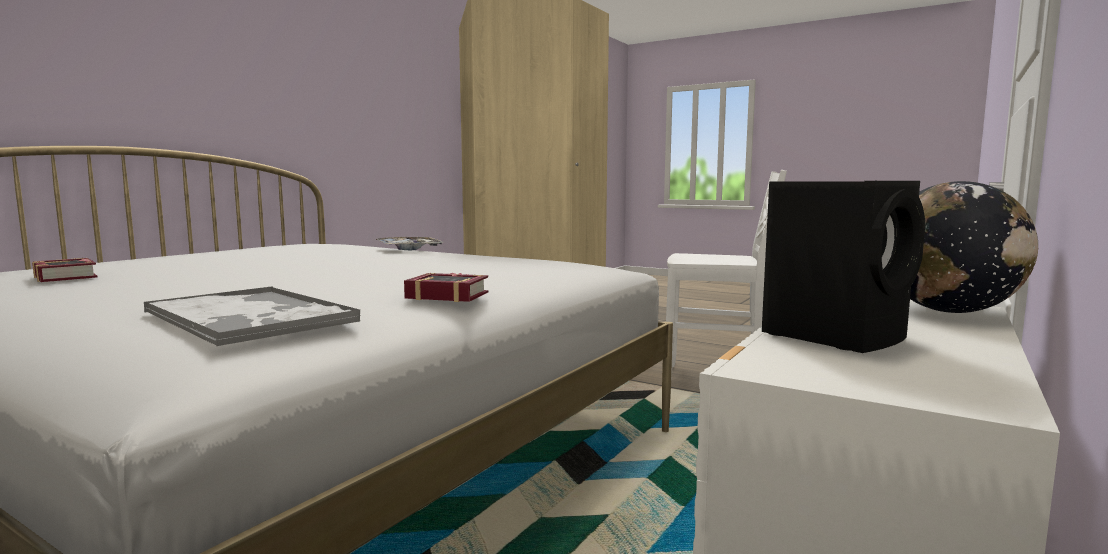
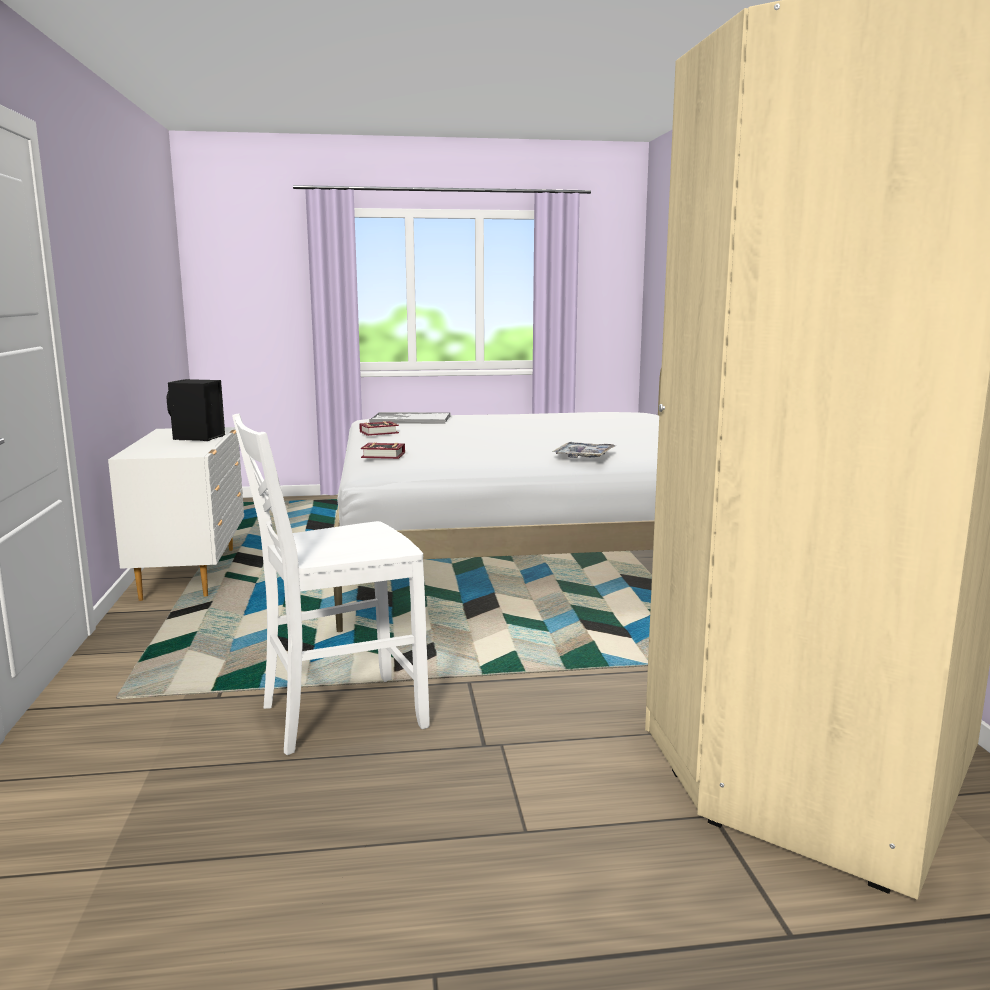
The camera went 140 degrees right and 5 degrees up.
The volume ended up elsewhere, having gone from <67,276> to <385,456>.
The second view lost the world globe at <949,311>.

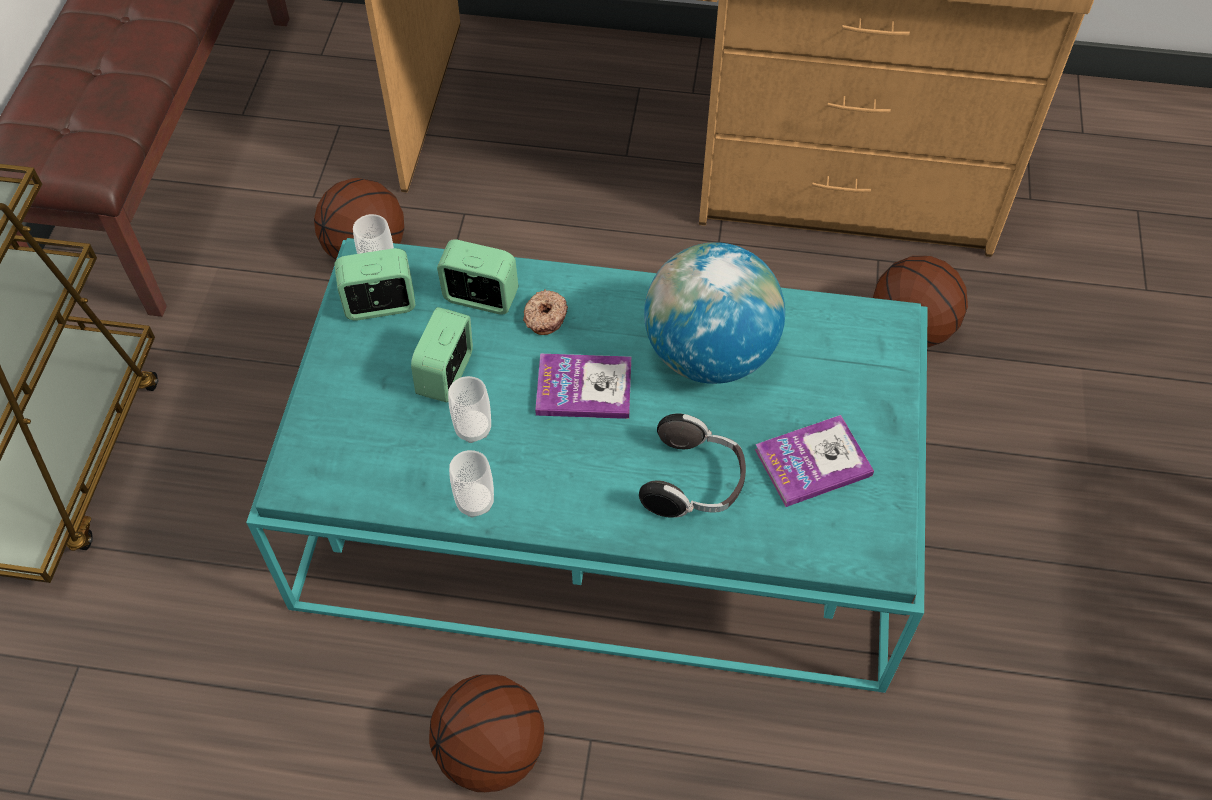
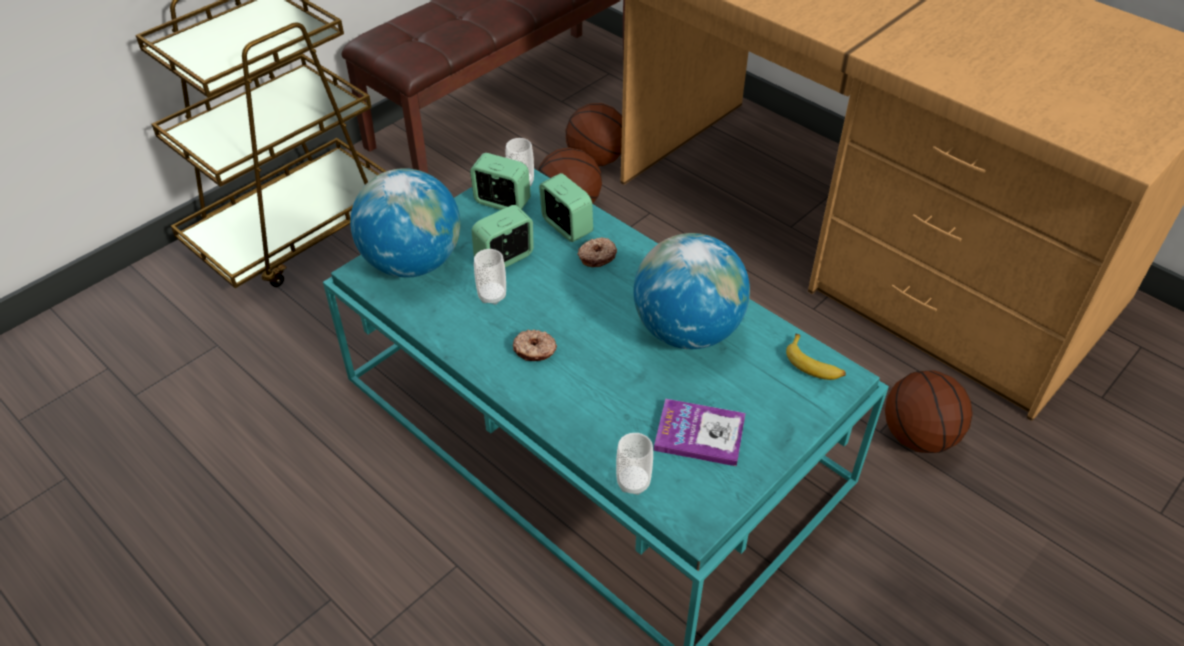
The camera went 35 degrees right and 10 degrees down.
The ball for basketball ended up elsewhere, having gone from <492,750> to <597,159>.
The drinking cup ended up elsewhere, having gone from <475,502> to <633,482>.
The second view lost the volume at <584,388>.
The second view lost the pair of headphones at <694,483>.
The second view gained the world globe at <412,263>.
The second view gained the doughnut at <534,350>.
The second view gained the banana at <814,364>.

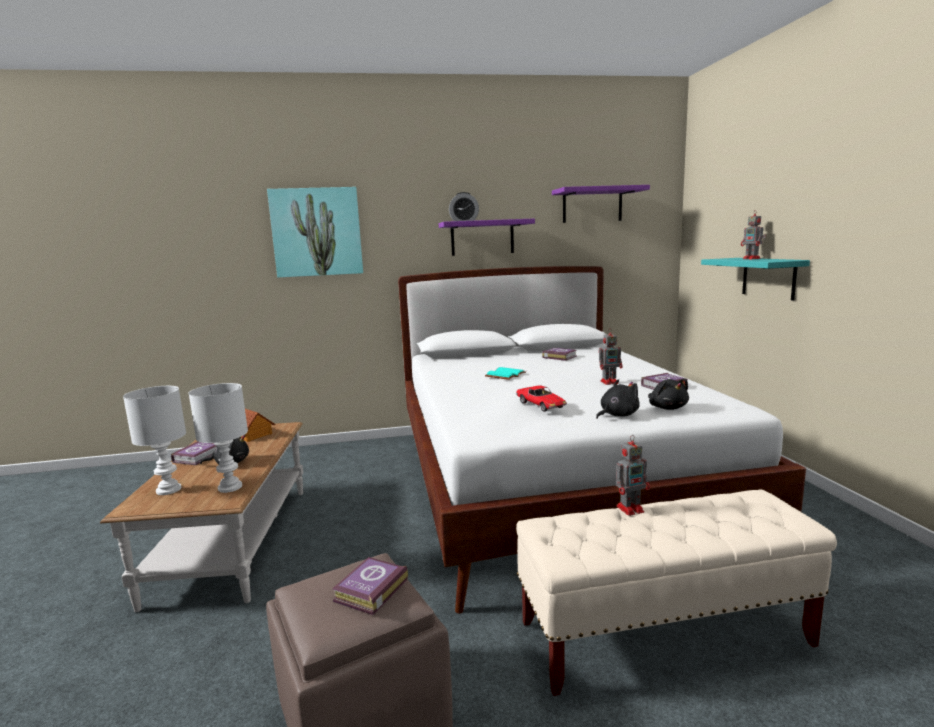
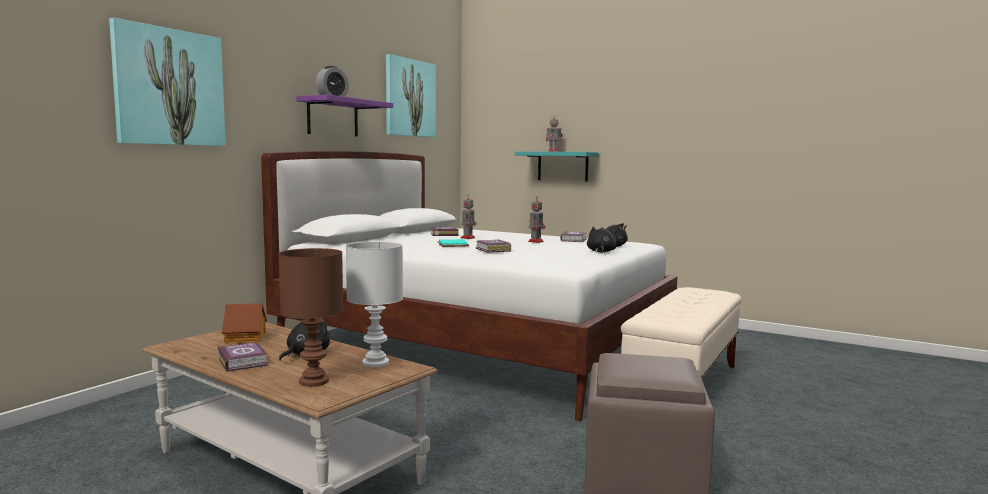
The camera went 50 degrees left and 5 degrees down.
What was the white tabletop lamp at <170,490> turned into the brown-coloured tabletop lamp at <314,381>.
The volume ended up elsewhere, having gone from <369,591> to <492,250>.
The second view lost the model car at <541,405>.
Where the purple-coloured shelf hung at <592,205>, the wall picture came to hang at <410,98>.
The robot figure ended up elsewhere, having gone from <631,508> to <468,238>.

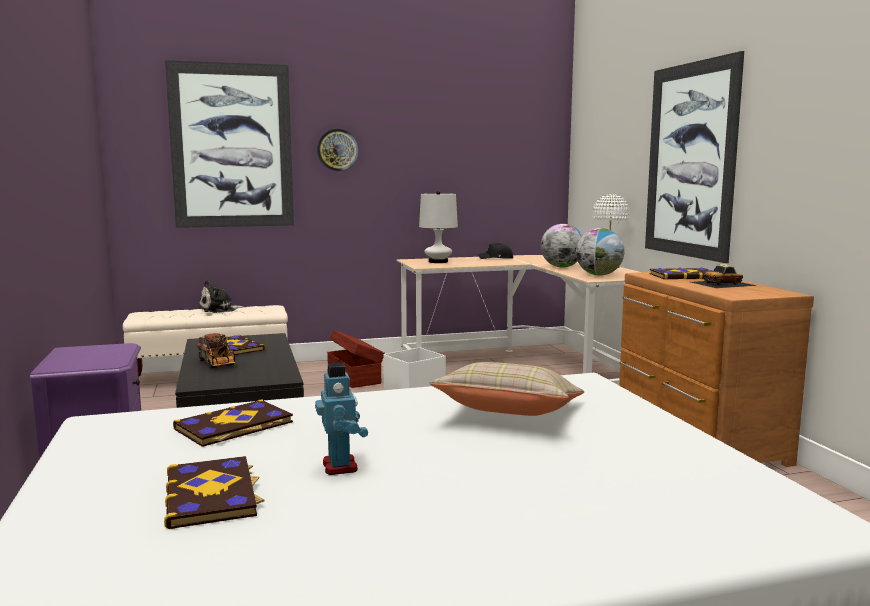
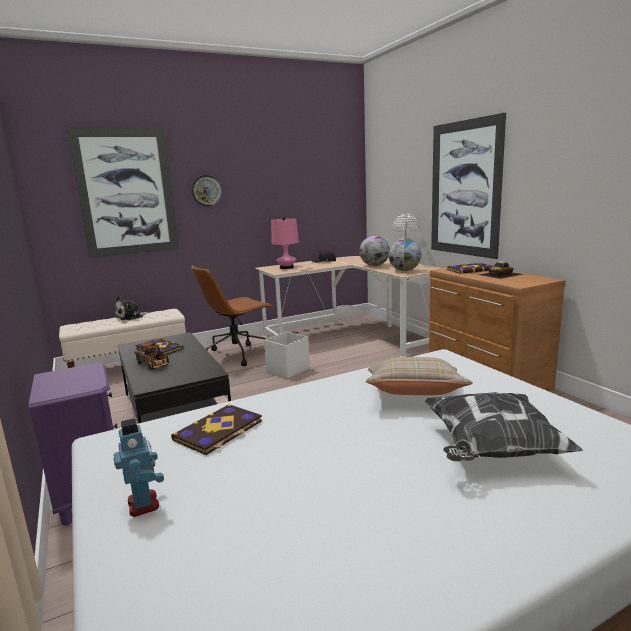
The camera went 10 degrees left and 5 degrees up.
The second view lost the volume at <212,494>.
The robot figure ended up elsewhere, having gone from <341,466> to <144,504>.
Where the brown-coloured storage container stood at <354,377>, the brown-coloured computer chair came to stand at <237,355>.
What was the white tabletop lamp at <438,262> turned into the pinkish tabletop lamp at <286,267>.
The second view gained the pillow at <491,450>.

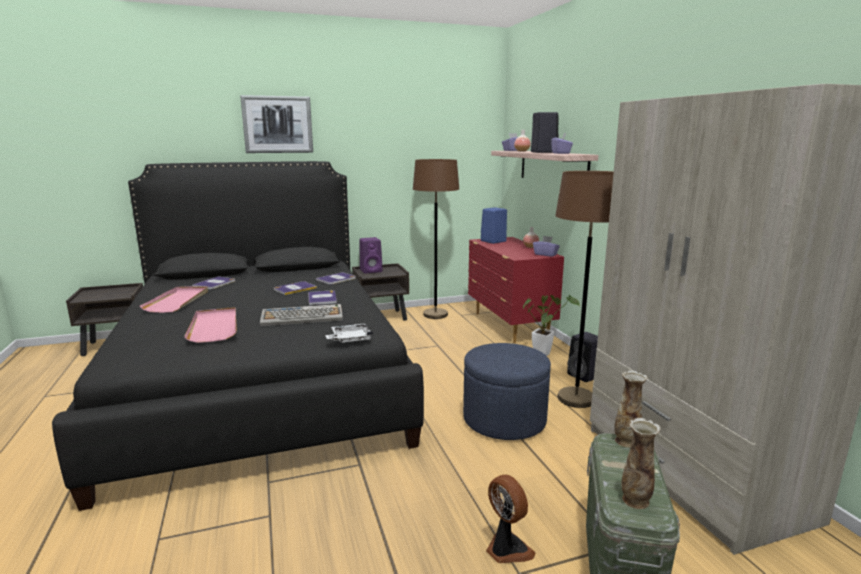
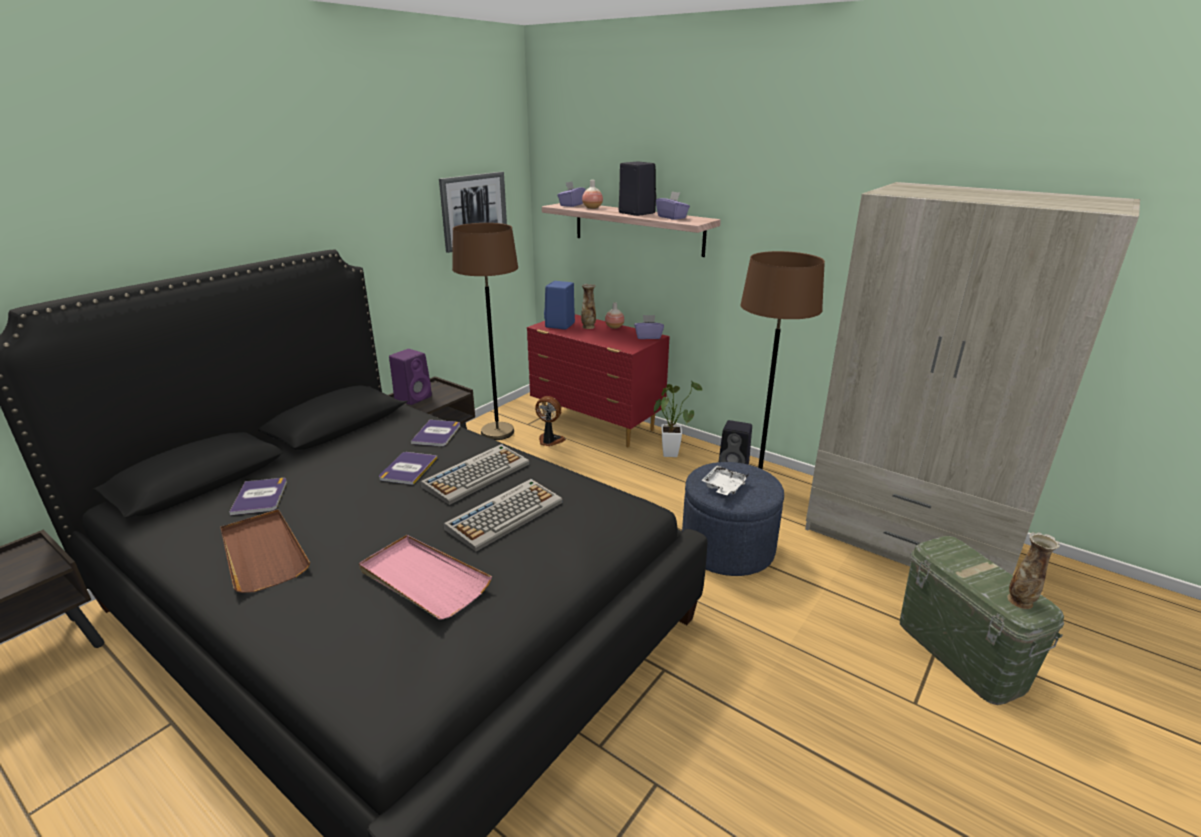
The camera went 35 degrees left and 10 degrees up.
What was the pinkish tray at <178,301> turned into the brown-coloured tray at <263,553>.
The wall picture ended up elsewhere, having gone from <277,124> to <474,211>.
Where the volume stood at <322,298>, the keyboard came to stand at <477,474>.
The white tray ended up elsewhere, having gone from <350,339> to <723,487>.
The electric fan ended up elsewhere, having gone from <506,549> to <549,441>.
The decorative vase ended up elsewhere, having gone from <626,441> to <588,327>.

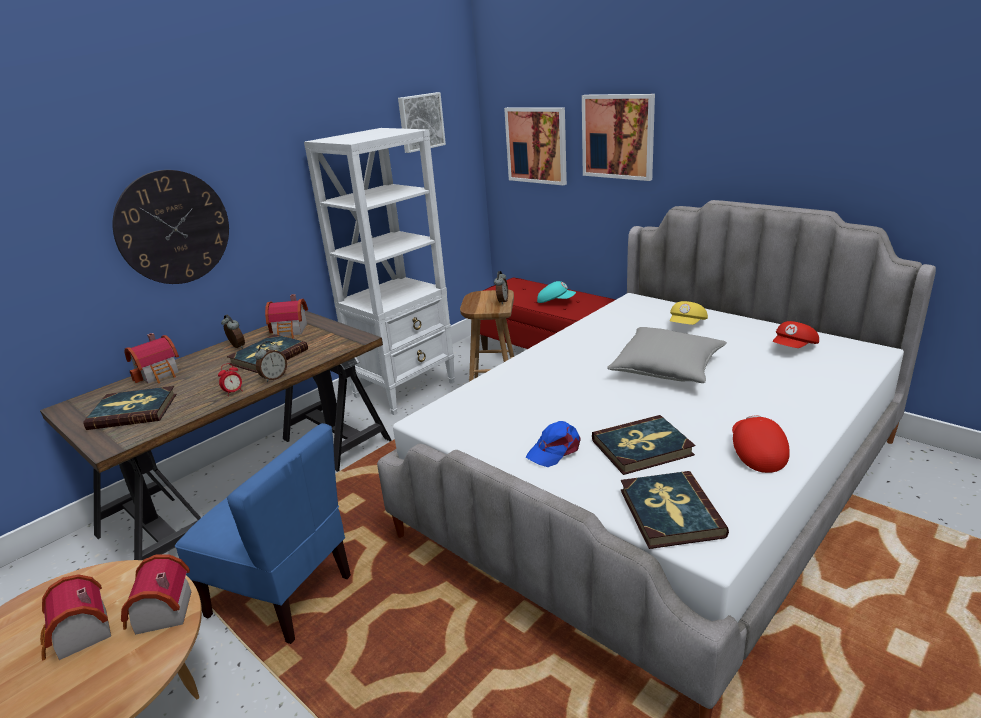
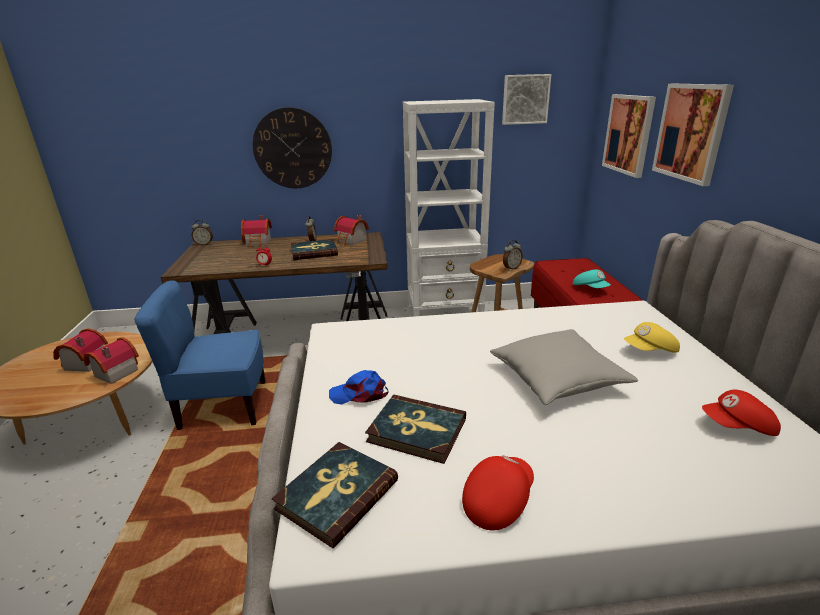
The camera went 40 degrees right and 0 degrees up.
The second view lost the volume at <133,411>.
The blue-coloured upright chair at <282,594> ended up facing another way, 105 degrees clockwise from before.
The table clock ended up elsewhere, having gone from <274,378> to <204,244>.

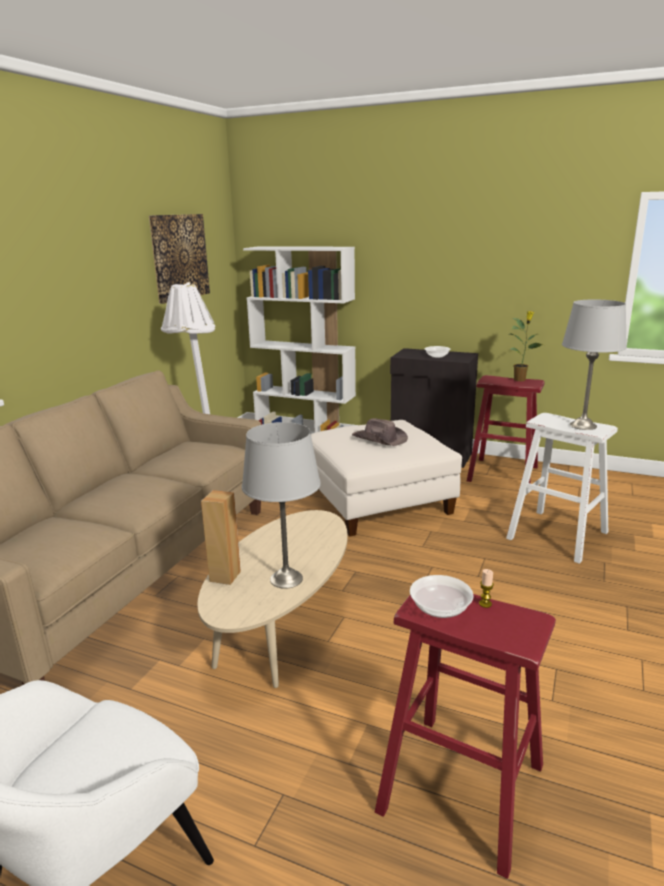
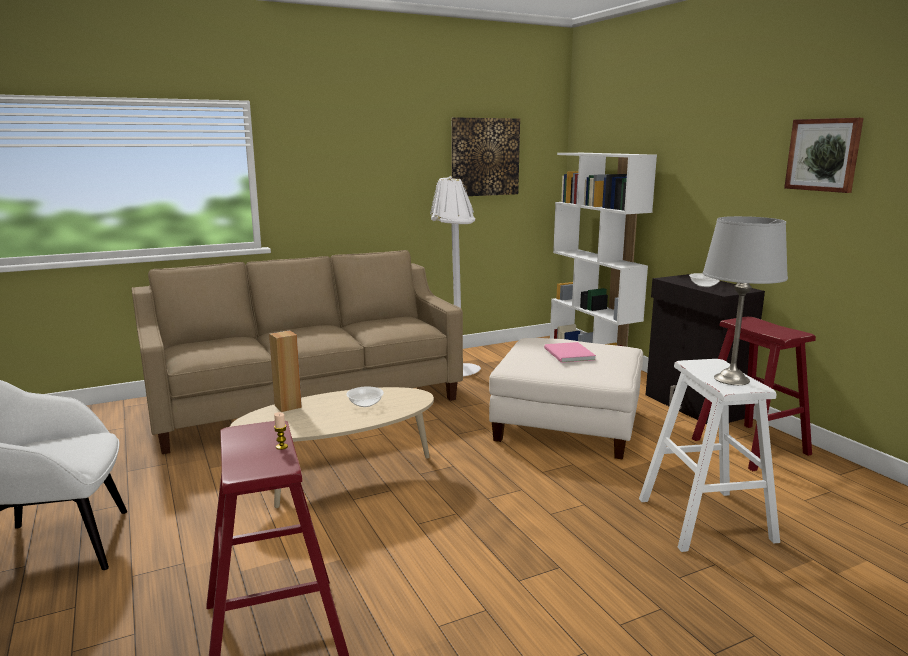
The camera went 40 degrees right and 5 degrees down.
The second view lost the gray tabletop lamp at <286,578>.
Where the brown-coloured wearable hat stood at <380,439>, the pinkish volume came to stand at <568,354>.
The deep dish ended up elsewhere, having gone from <440,608> to <365,404>.
The second view lost the plant in a pot at <520,380>.
The second view gained the wall picture at <823,155>.

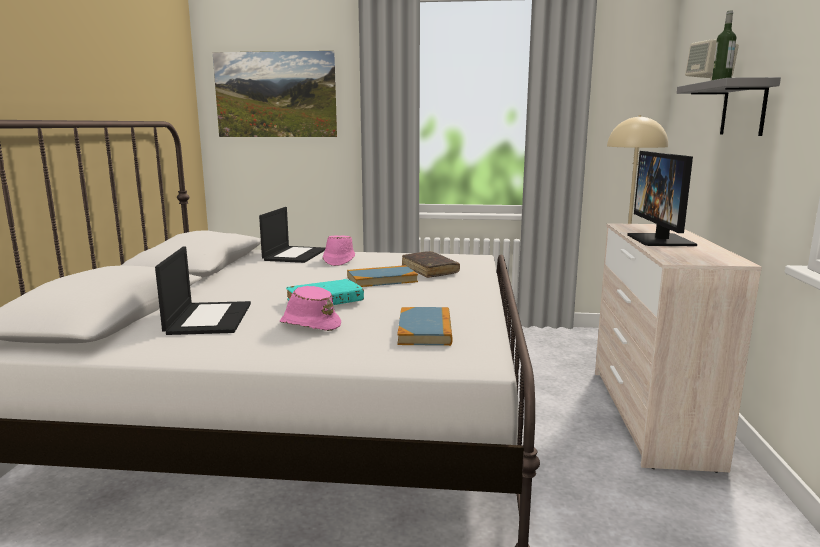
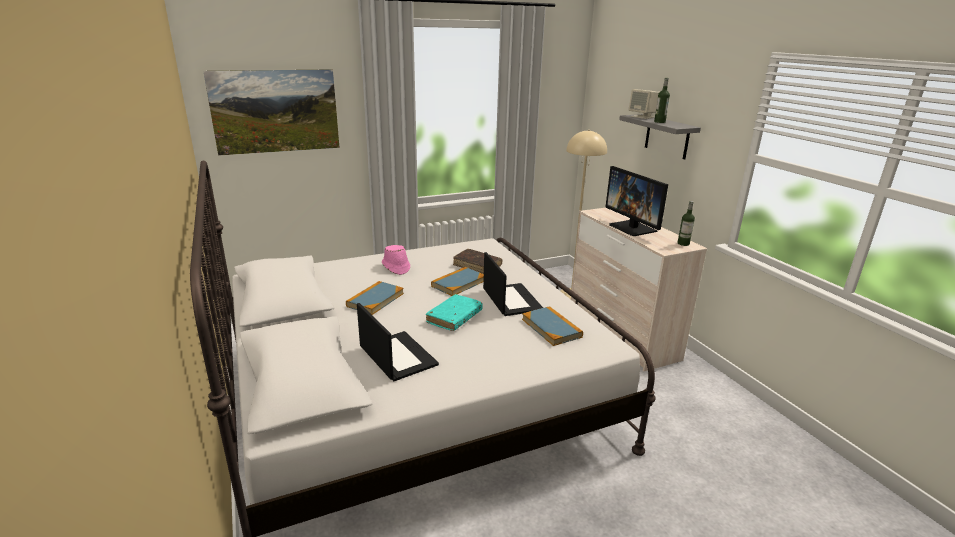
The camera went 30 degrees left and 10 degrees up.
The laptop ended up elsewhere, having gone from <294,254> to <511,299>.
The second view lost the pinkish wearable hat at <310,324>.
The second view gained the volume at <375,300>.
The second view gained the beverage bottle at <683,243>.

